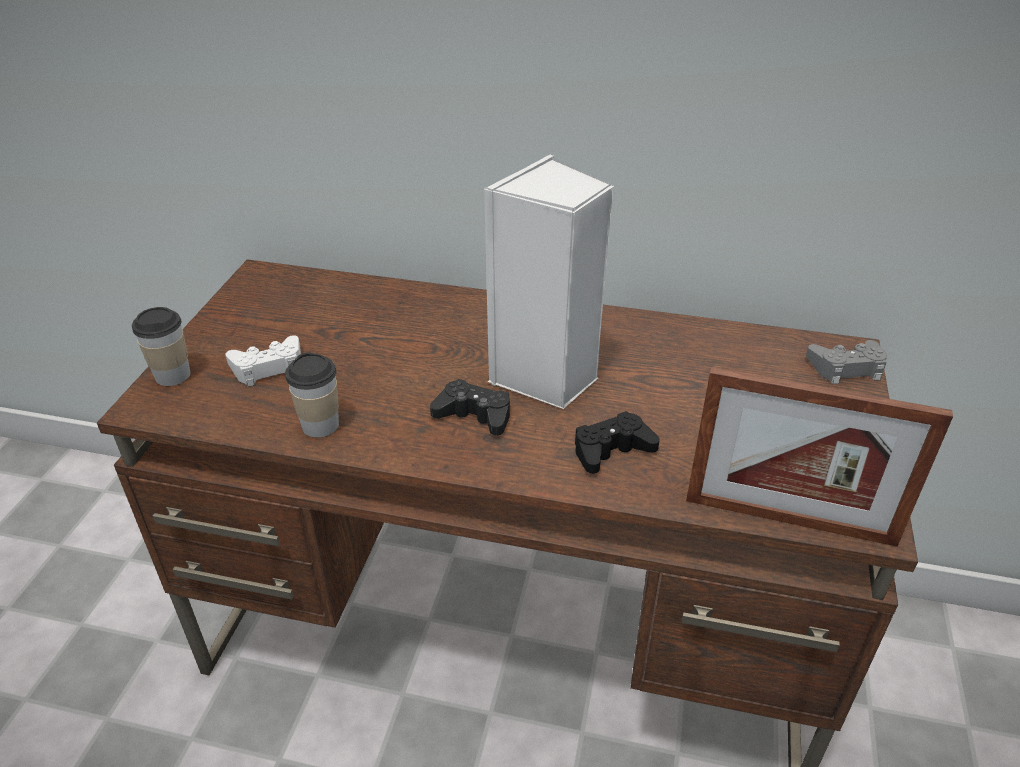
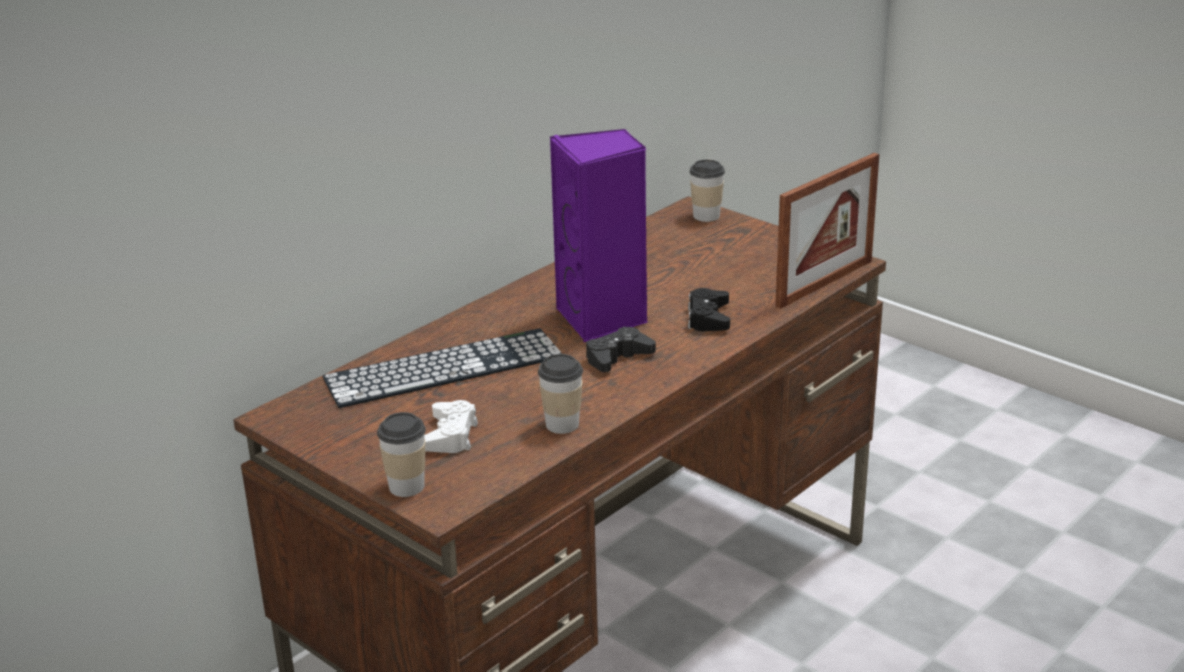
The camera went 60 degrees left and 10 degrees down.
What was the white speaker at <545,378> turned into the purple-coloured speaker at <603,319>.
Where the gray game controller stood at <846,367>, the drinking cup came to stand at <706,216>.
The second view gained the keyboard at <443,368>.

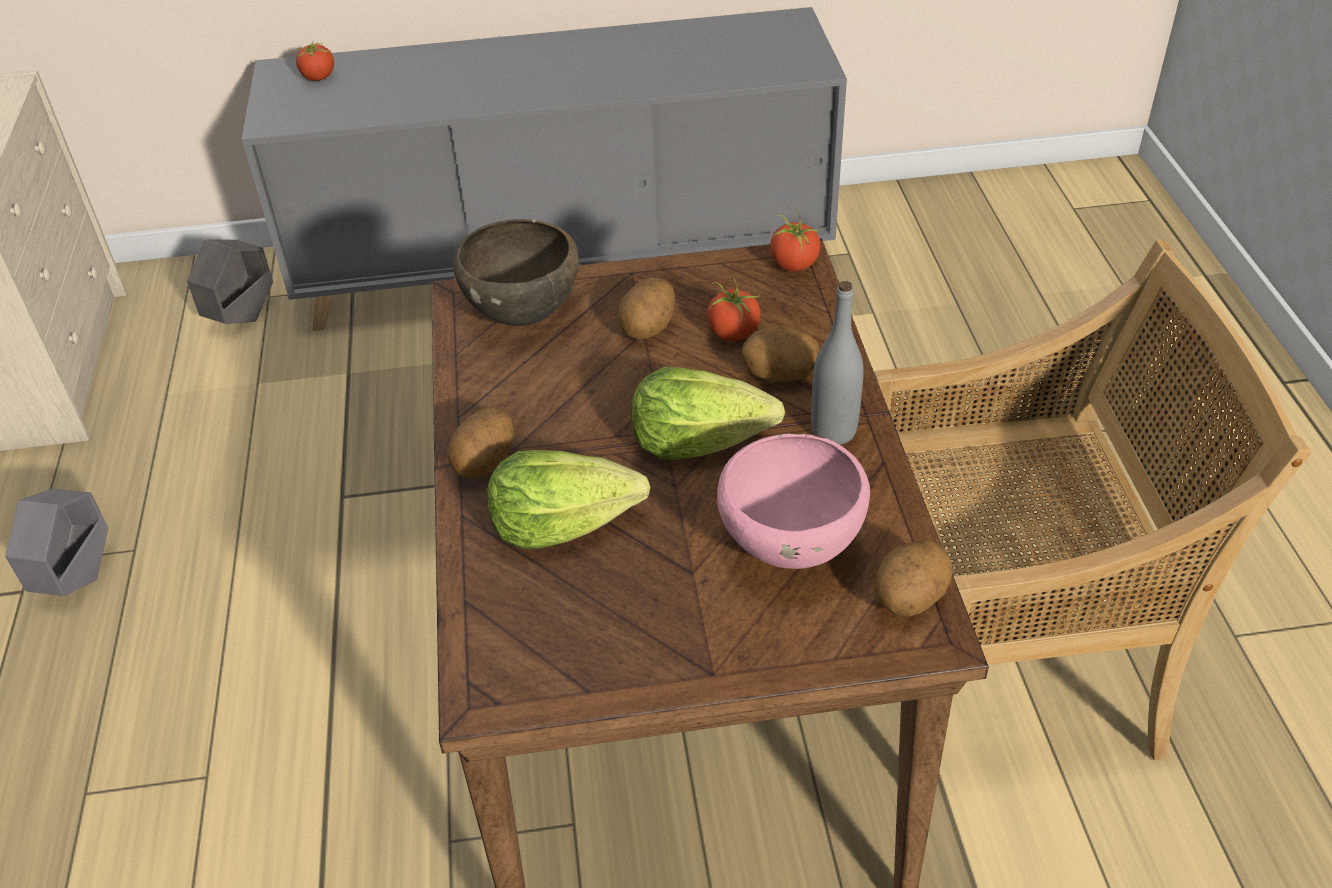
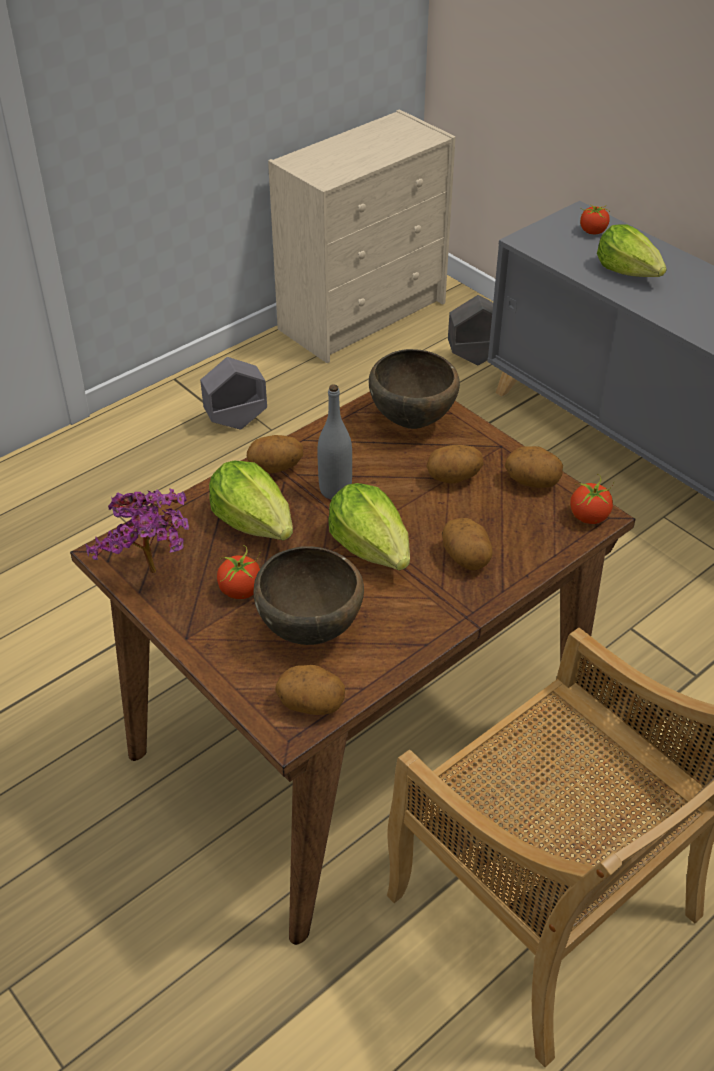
The camera went 55 degrees right and 0 degrees up.
The whole tomato ended up elsewhere, having gone from <733,333> to <240,590>.
What was the pinkish deep dish at <791,548> turned into the brown-coloured deep dish at <311,630>.
The gray beverage bottle ended up elsewhere, having gone from <833,431> to <335,490>.
The second view gained the plant in a pot at <155,576>.
The second view gained the whole potato at <532,482>.
The second view gained the lettuce head at <628,271>.

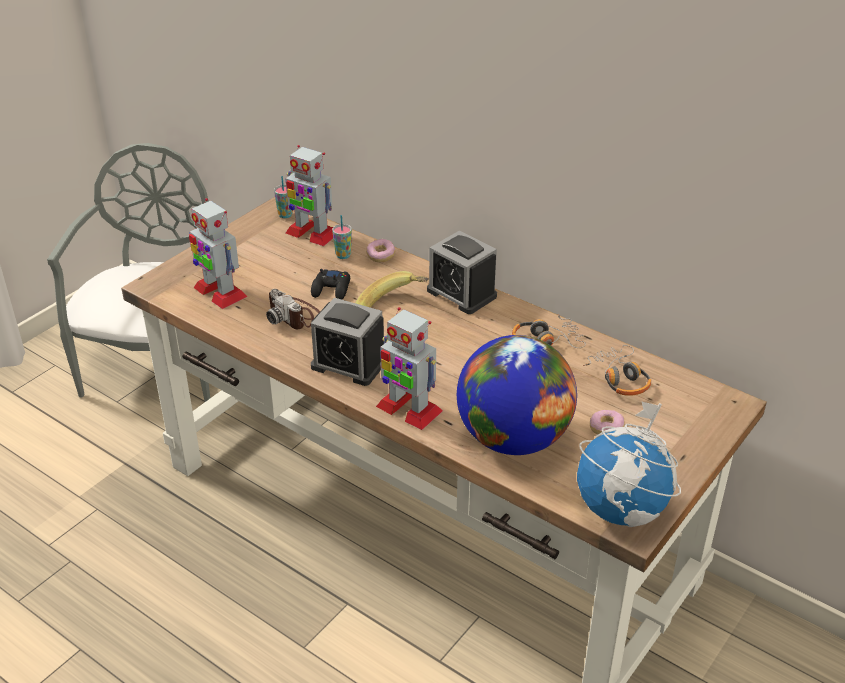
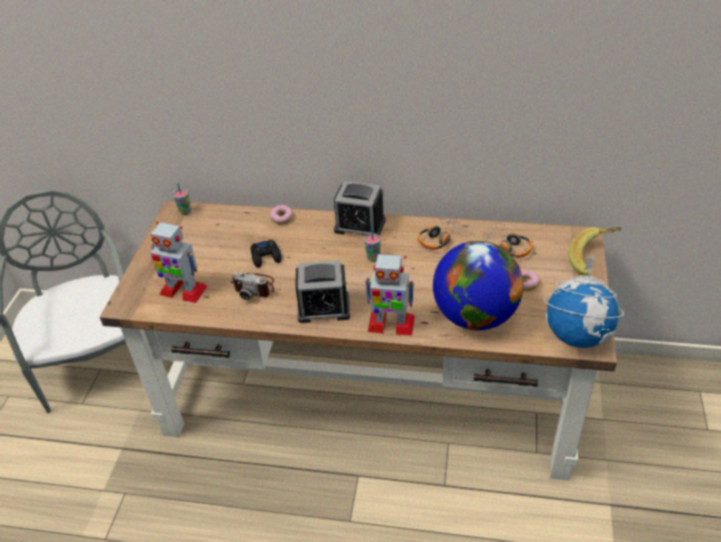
The camera went 25 degrees left and 5 degrees up.
The second view lost the robot figure at <311,233>.
The drinking cup ended up elsewhere, having gone from <343,255> to <373,258>.
The banana ended up elsewhere, having gone from <392,308> to <594,259>.

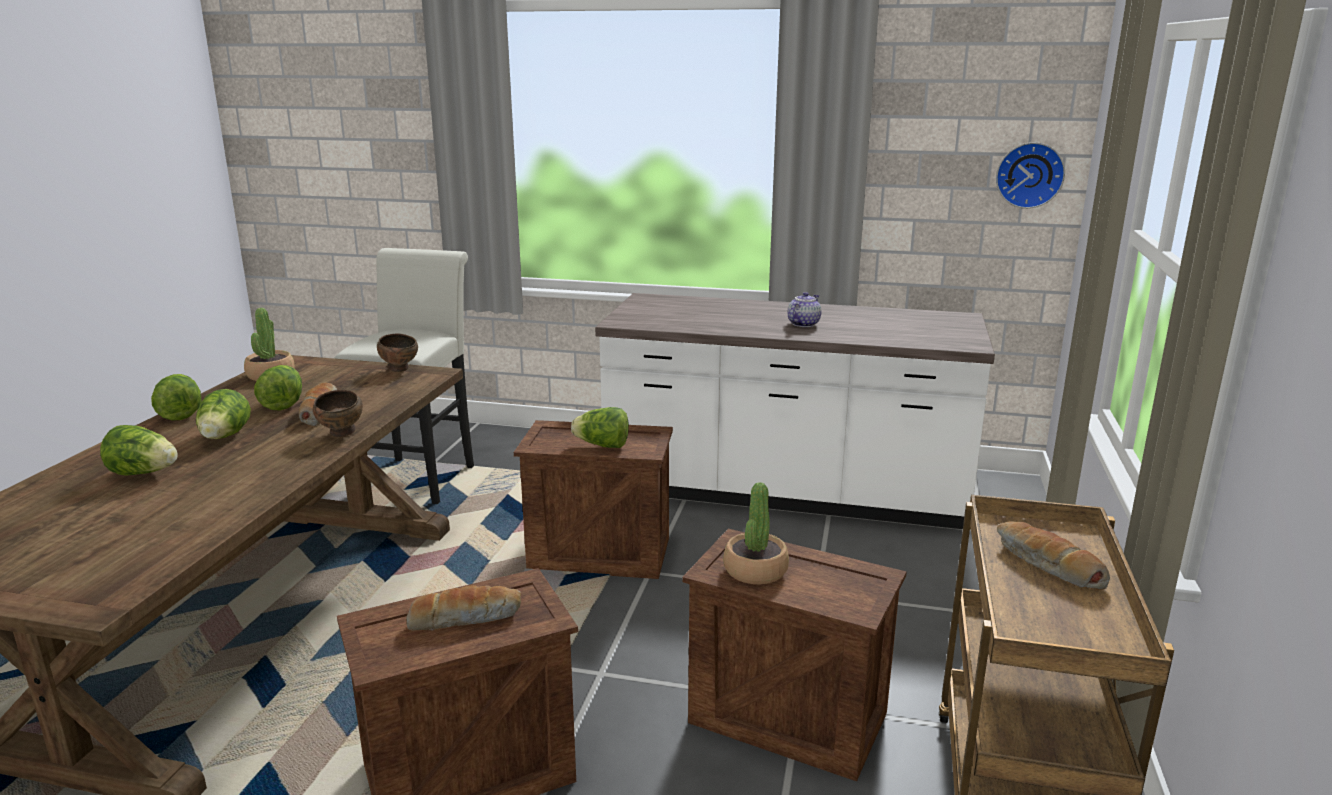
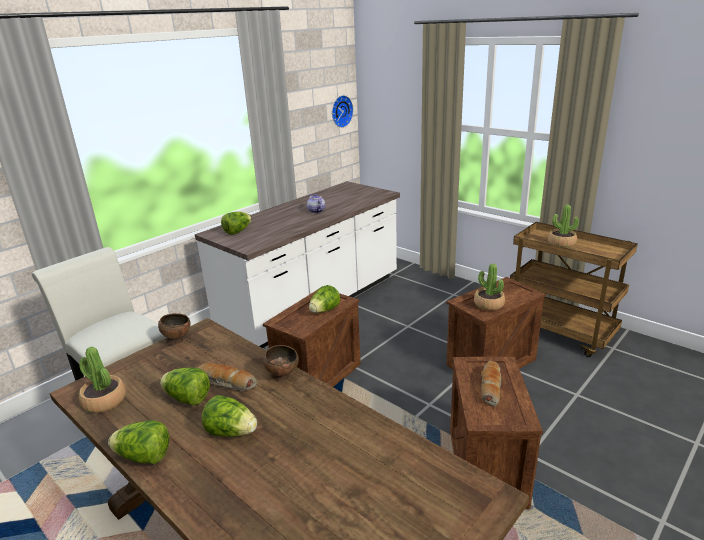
The camera went 60 degrees left and 5 degrees up.
The lettuce head ended up elsewhere, having gone from <144,473> to <237,231>.
Where the bakery bread stood at <1047,566>, the plant in a pot came to stand at <561,243>.

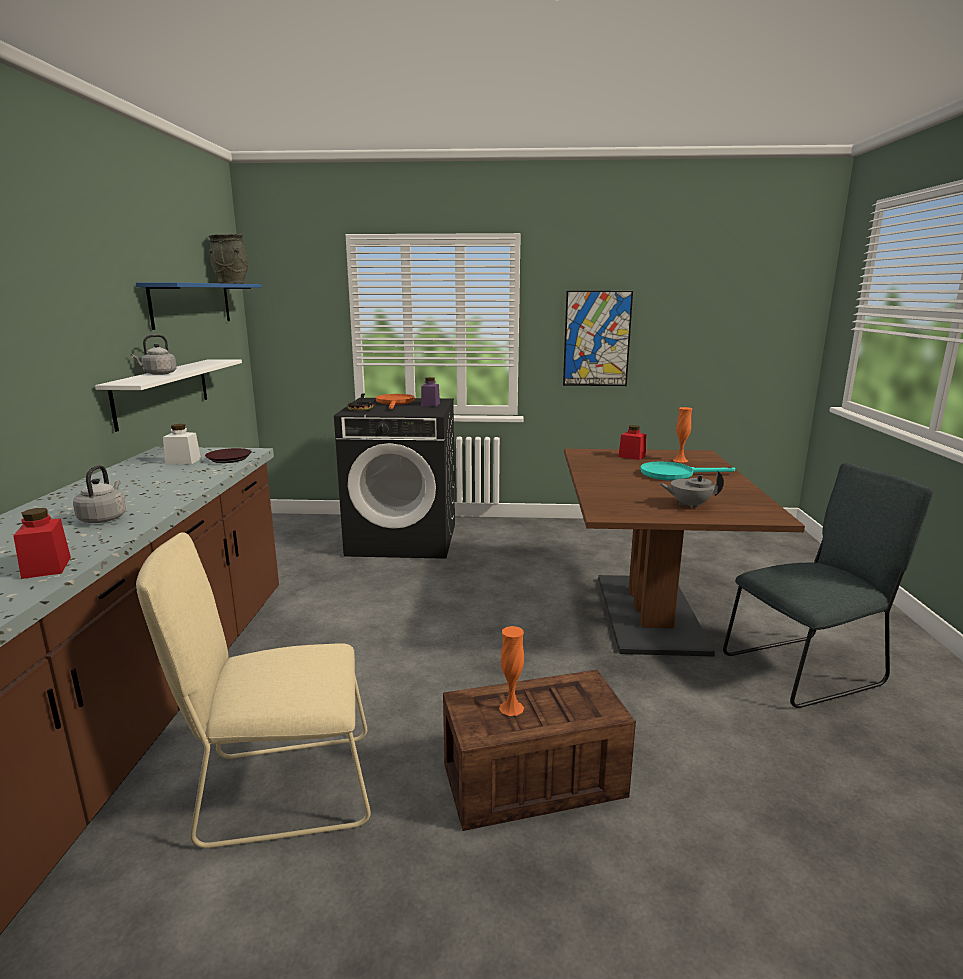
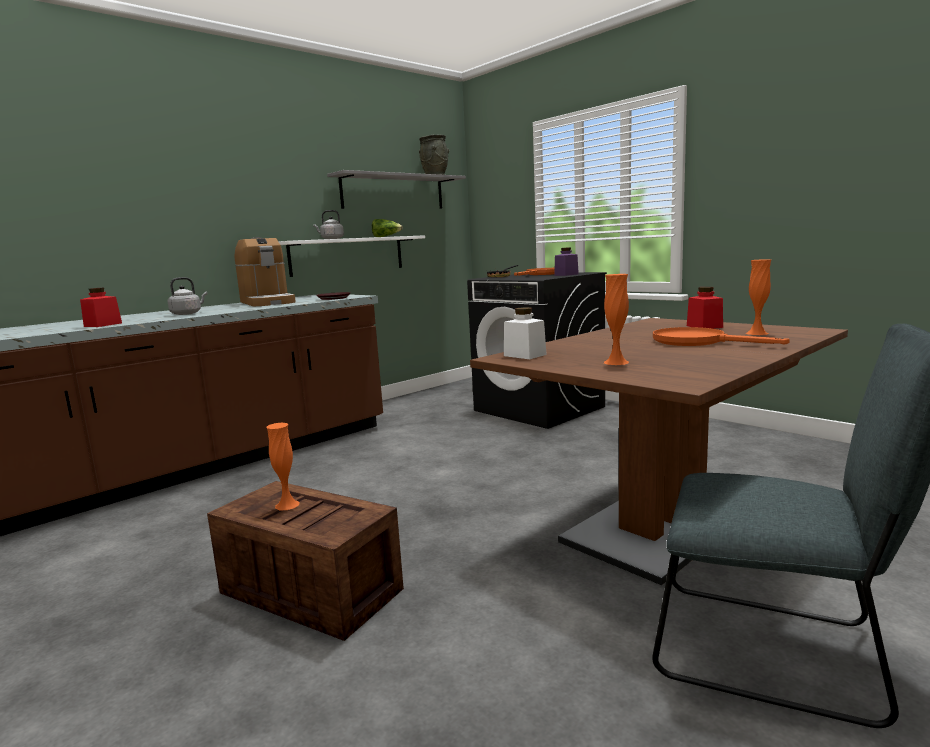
The camera went 45 degrees right and 5 degrees down.
What was the blue-coloured shelf at <192,304> turned into the gray shelf at <393,192>.
The second view lost the sand-coloured upright chair at <279,790>.
The white storage jar ended up elsewhere, having gone from <183,461> to <525,355>.
The second view lost the wall picture at <597,339>.
What was the blue-green frying pan at <674,474> turned into the orange frying pan at <698,342>.
Where the gray teapot stood at <689,505>, the orange decorative vase came to stand at <616,362>.
The second view gained the coffee machine at <267,302>.
The second view gained the lettuce head at <386,236>.

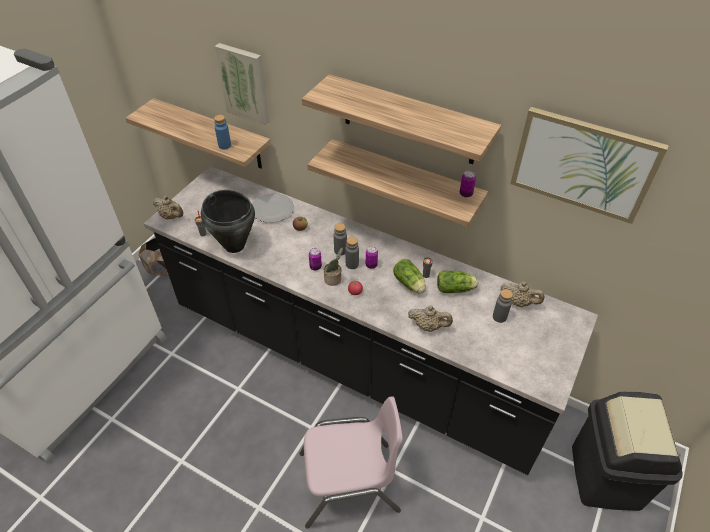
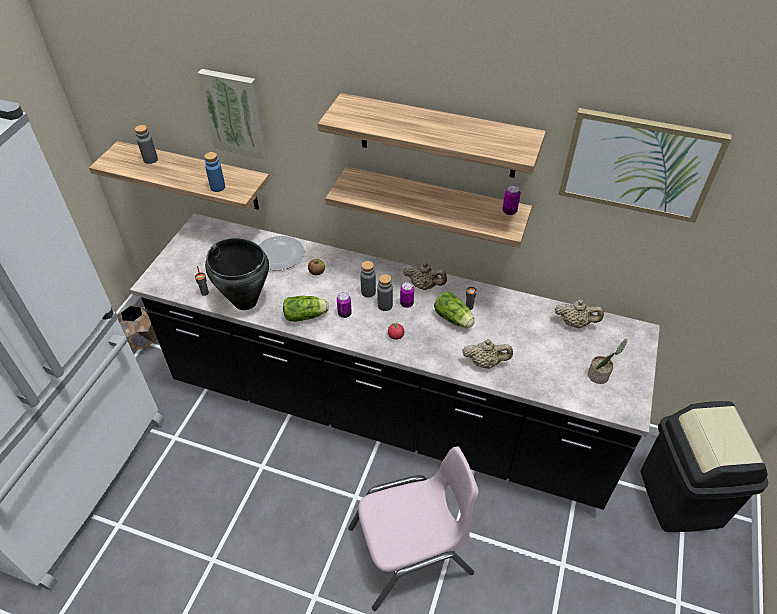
The camera went 10 degrees left and 0 degrees up.
The sand-coloured teapot ended up elsewhere, having gone from <171,216> to <424,286>.
The plant in a pot ended up elsewhere, having gone from <334,279> to <599,375>.
The lettuce head ended up elsewhere, having gone from <456,289> to <307,316>.
The gray beverage bottle ended up elsewhere, having gone from <499,317> to <150,159>.

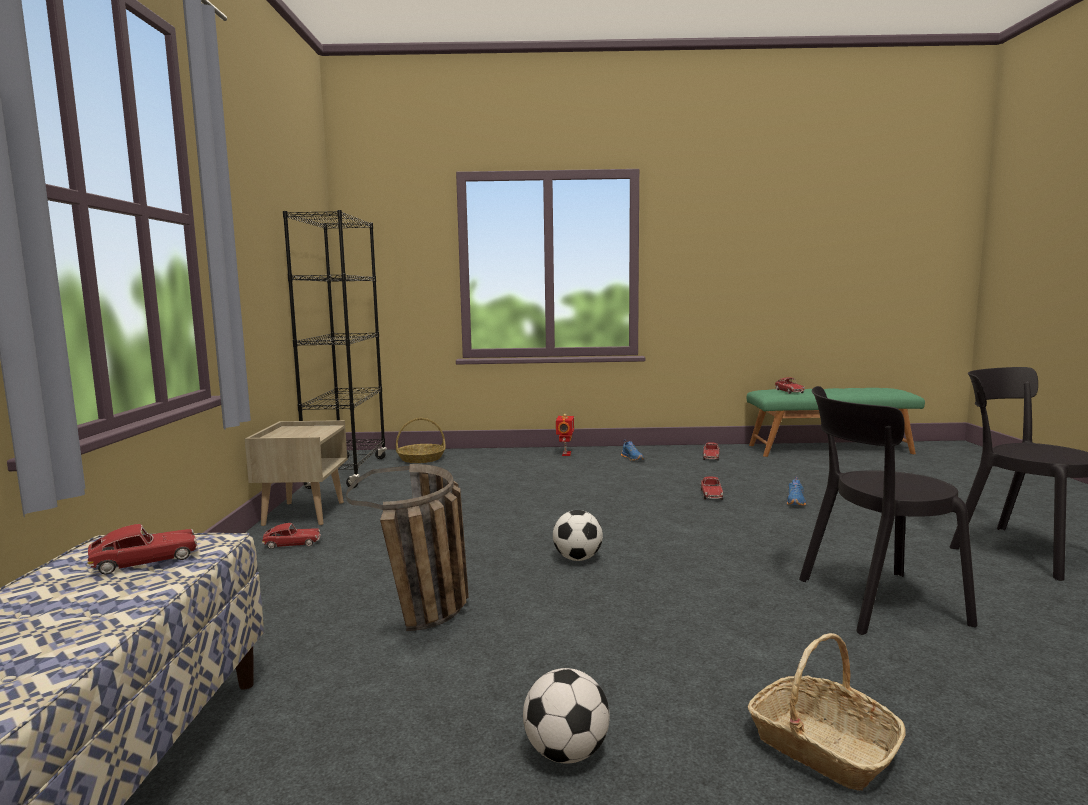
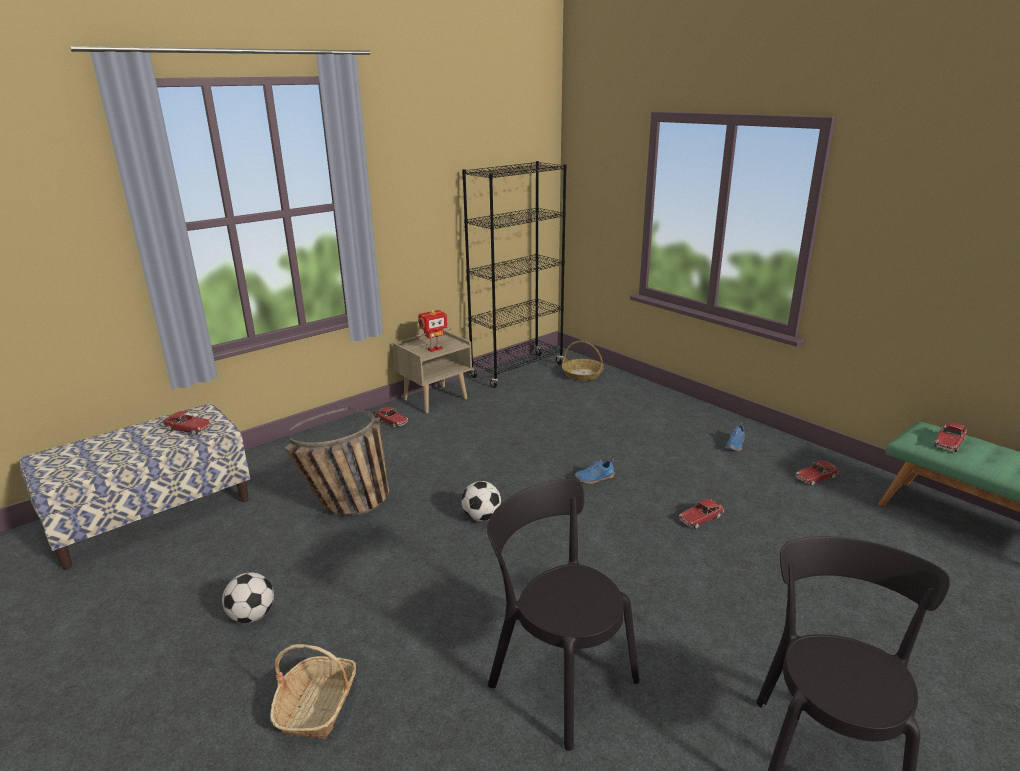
The camera went 50 degrees right and 15 degrees up.
The robot figure ended up elsewhere, having gone from <565,454> to <434,349>.
The blue-coloured shoe ended up elsewhere, having gone from <796,502> to <595,478>.

